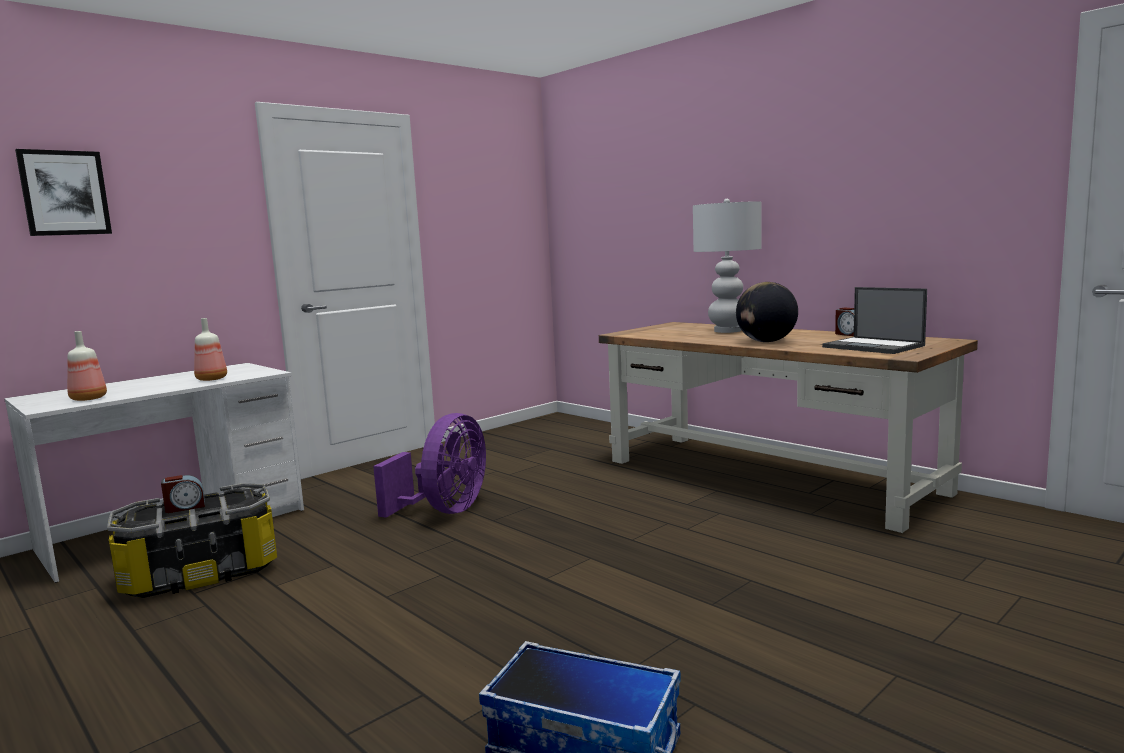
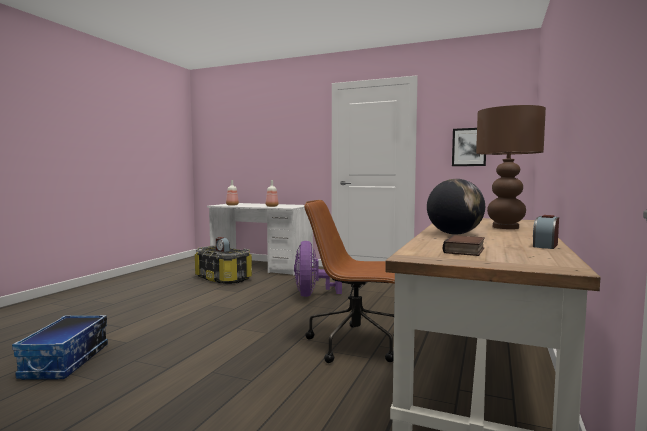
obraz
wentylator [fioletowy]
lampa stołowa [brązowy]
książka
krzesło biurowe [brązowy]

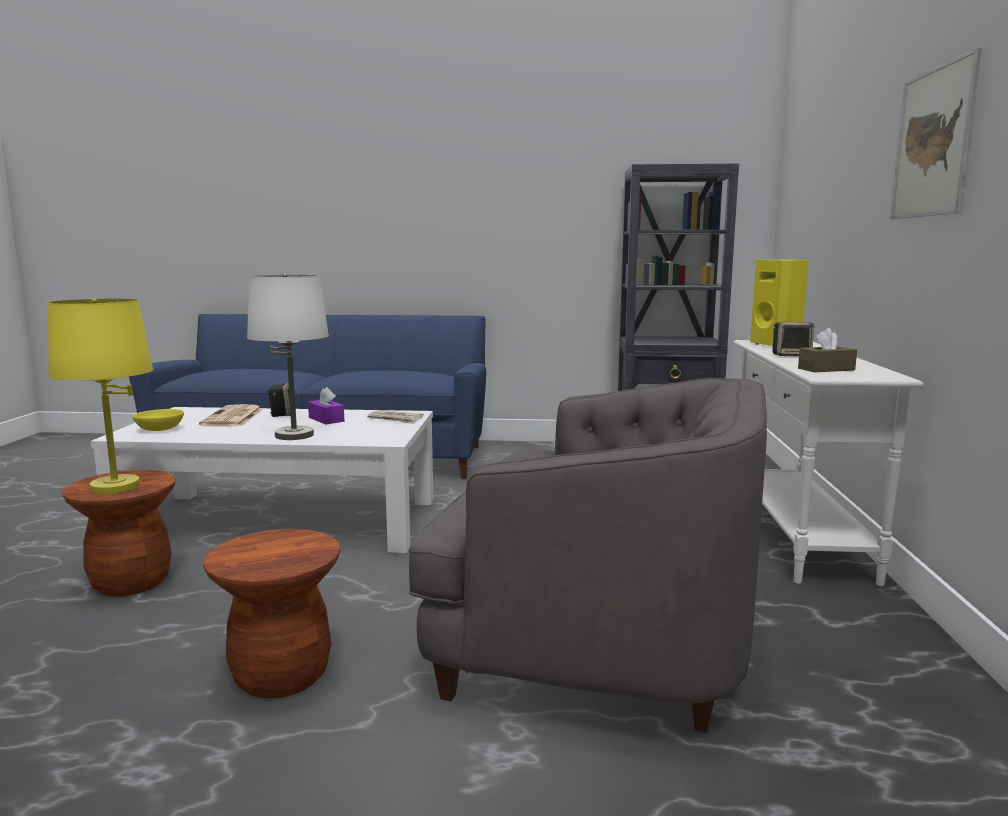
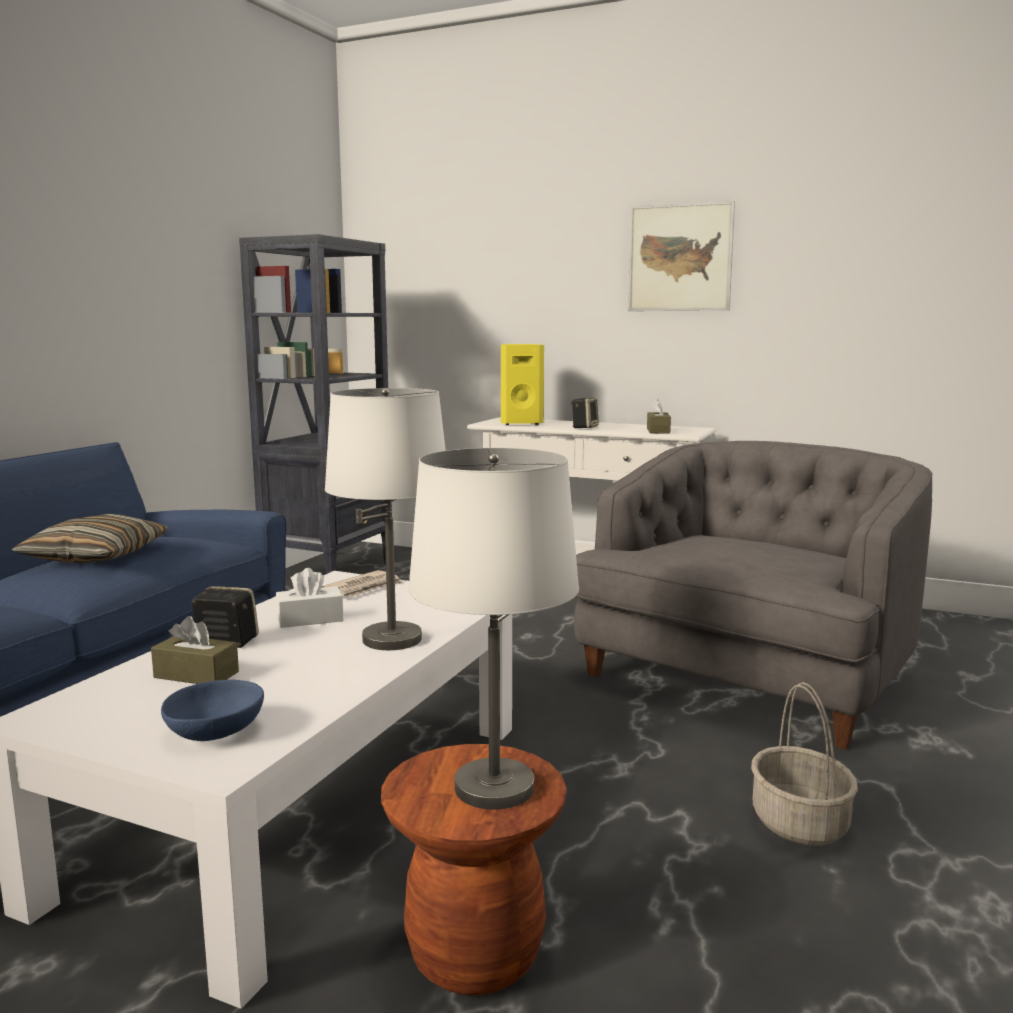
lampa stołowa [biały] (no. 2 from left)
miska [niebieski]
pudełko chusteczek [brązowy] (no. 1 from left)
koszyk
pudełko chusteczek [biały]
poduszka

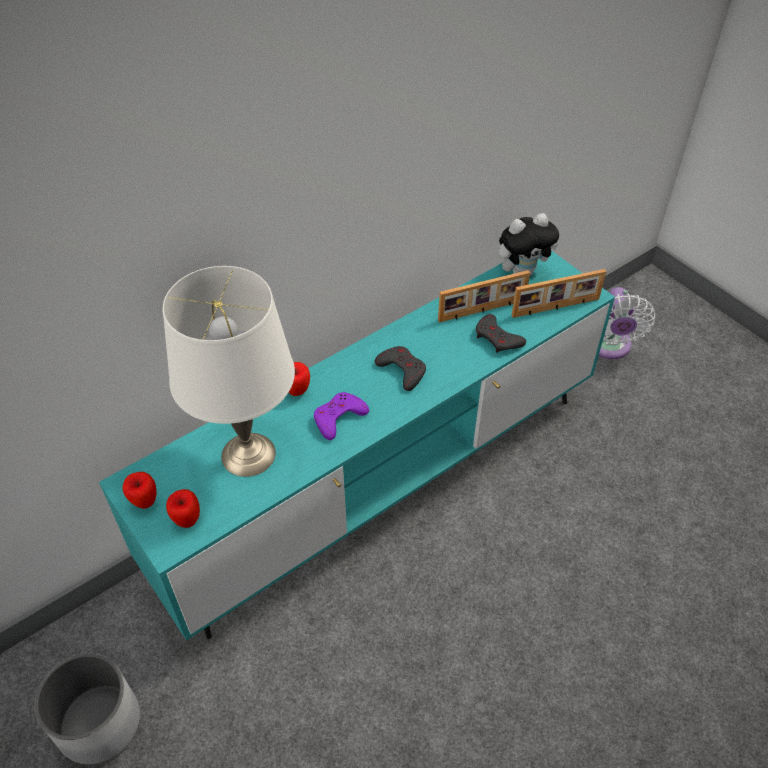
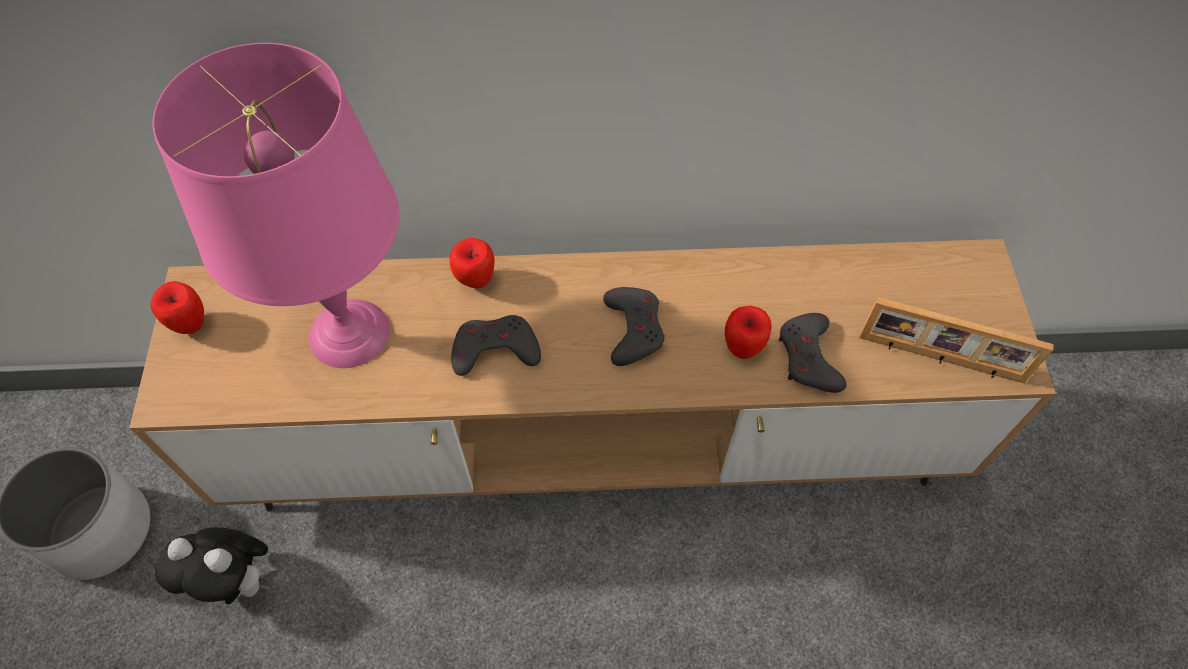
szafka pod telewizor [brązowy]
lampa stołowa [różowy]
jabłko (no. 3 from left)
pad do gier [szary] (no. 1 from left)
ramka na zdjęcie (no. 1 from left in the first image)
pluszak
wentylator [biały]

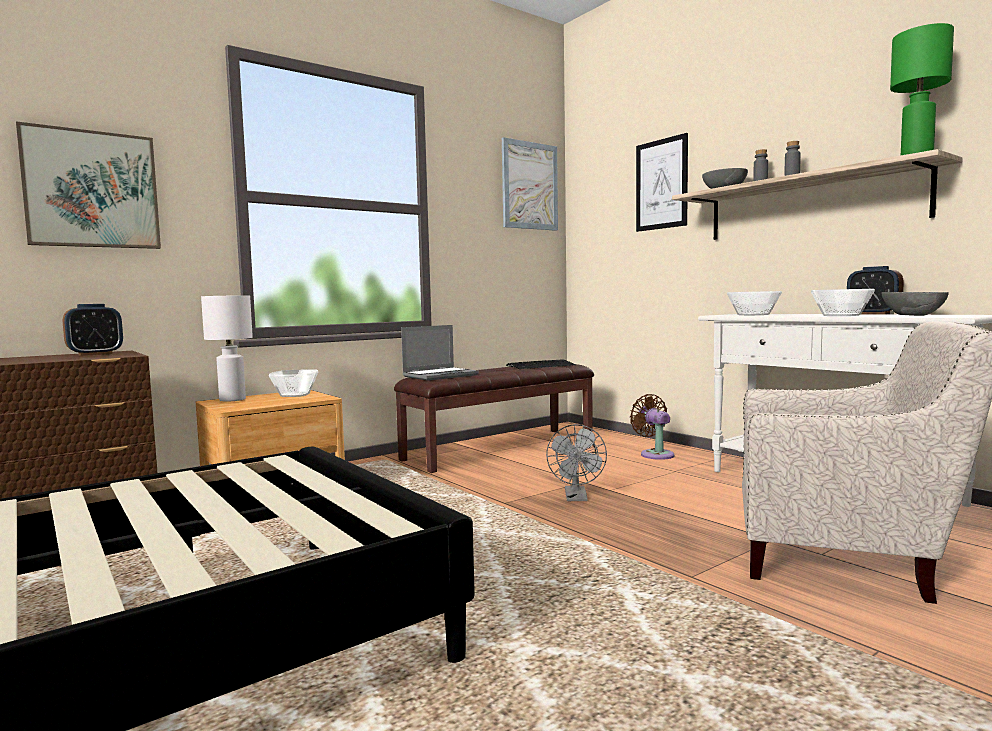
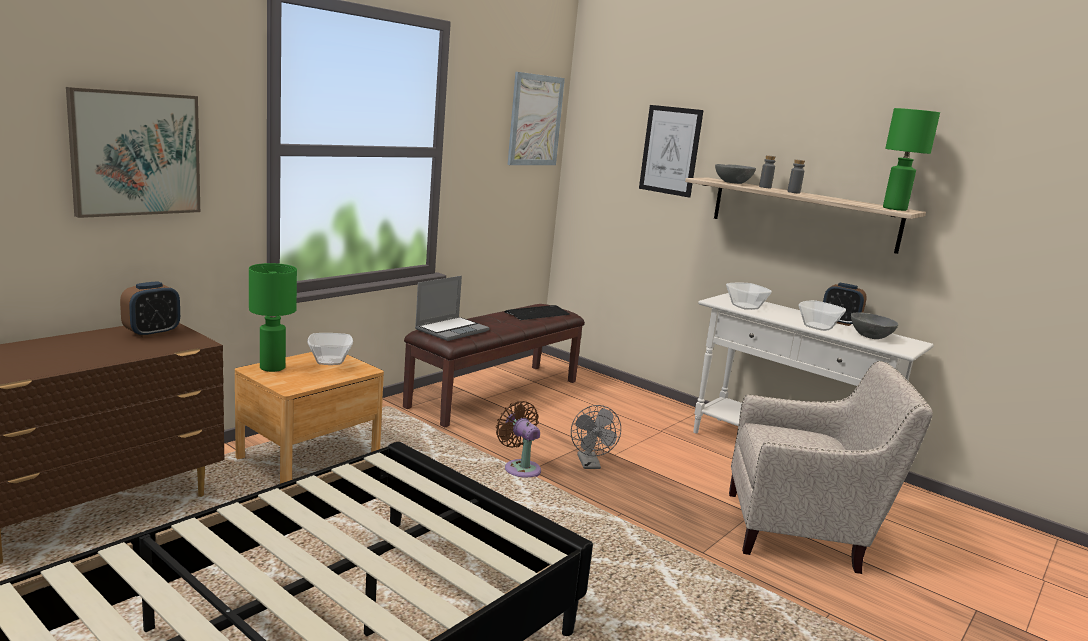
lampa stołowa [zielony] (no. 1 from left)
wentylator [brązowy]

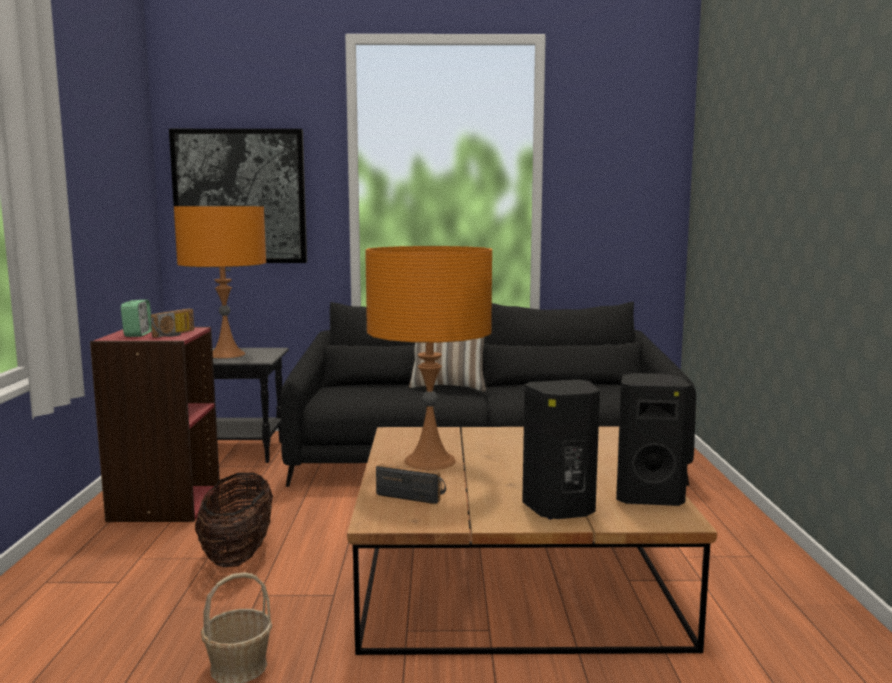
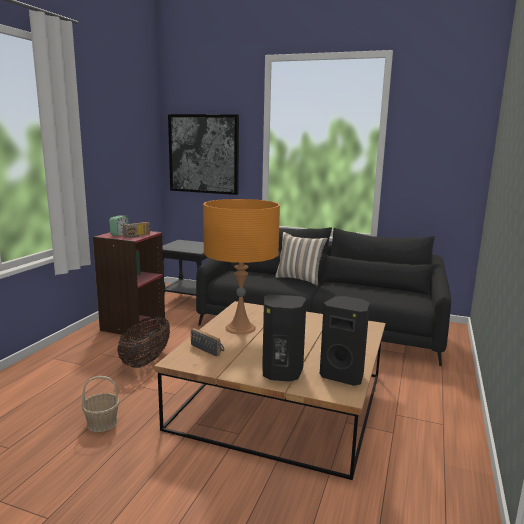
lampa stołowa [pomarańczowy] (no. 1 from left in the first image)

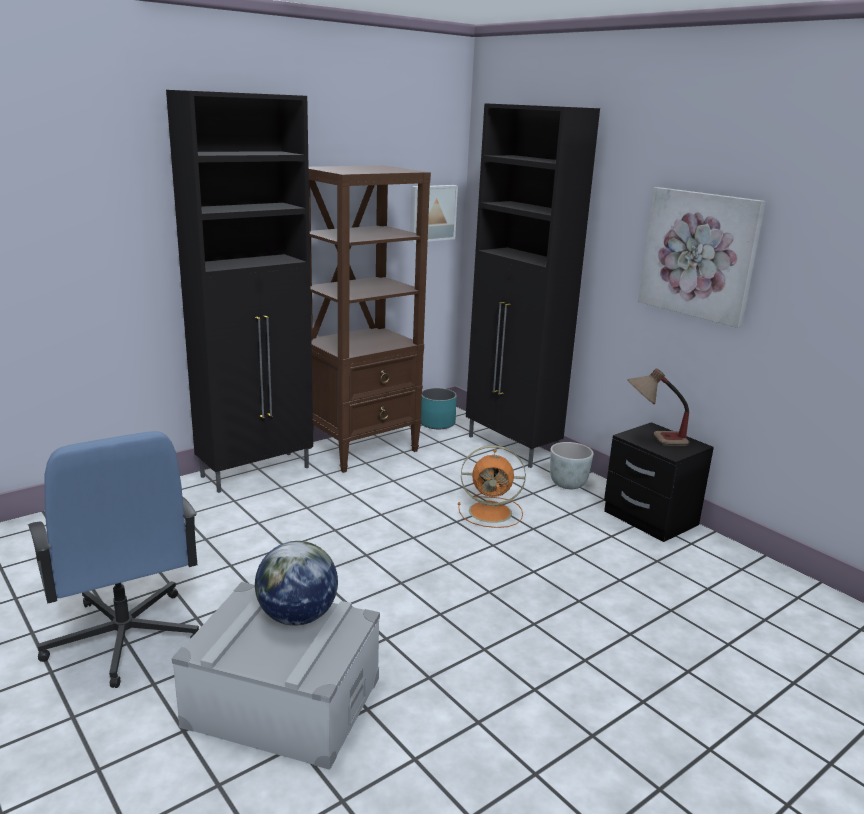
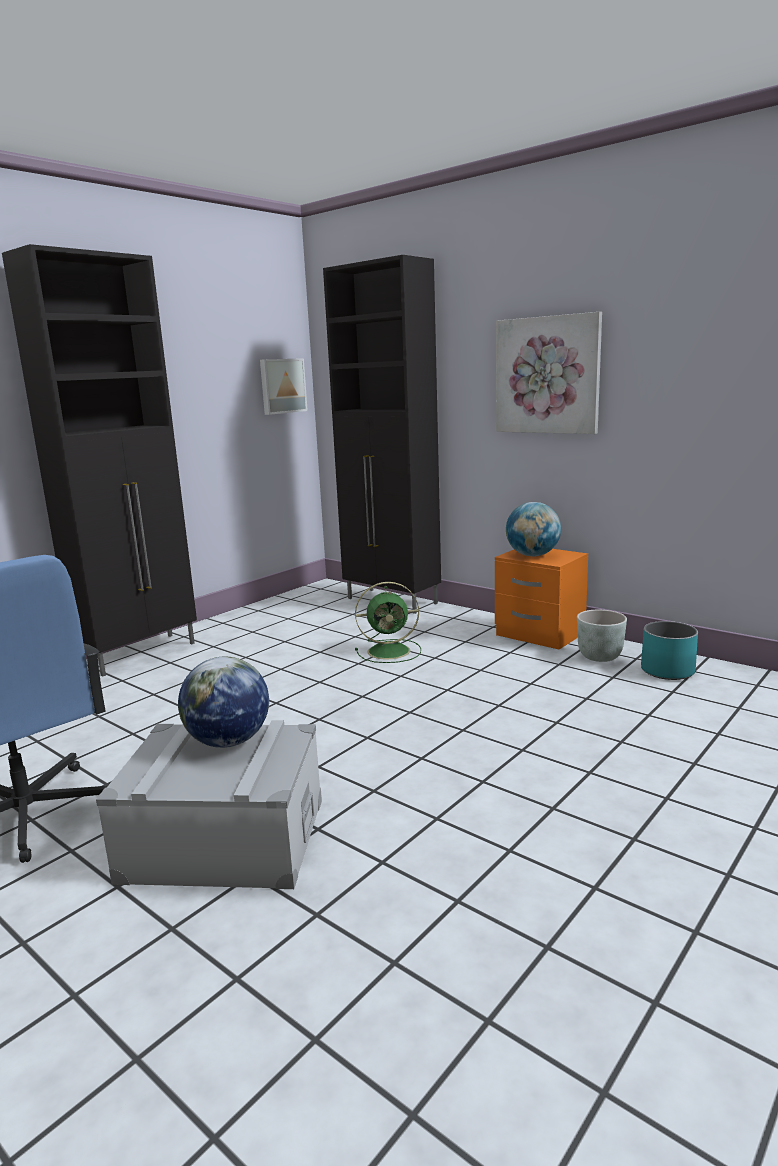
regał [brązowy]
donica [turkusowy]
wentylator [zielony]
donica [szary]
szafka nocna [pomarańczowy]
globus (no. 2 from left)

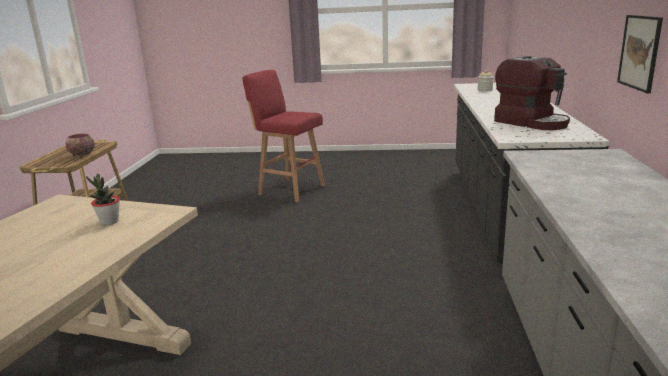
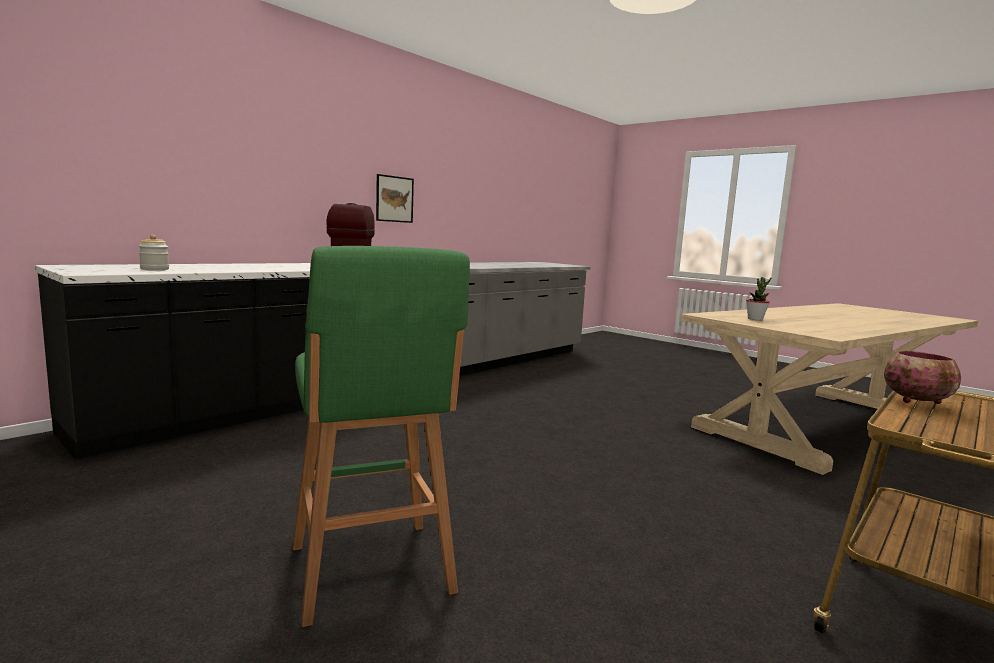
stołek [zielony]

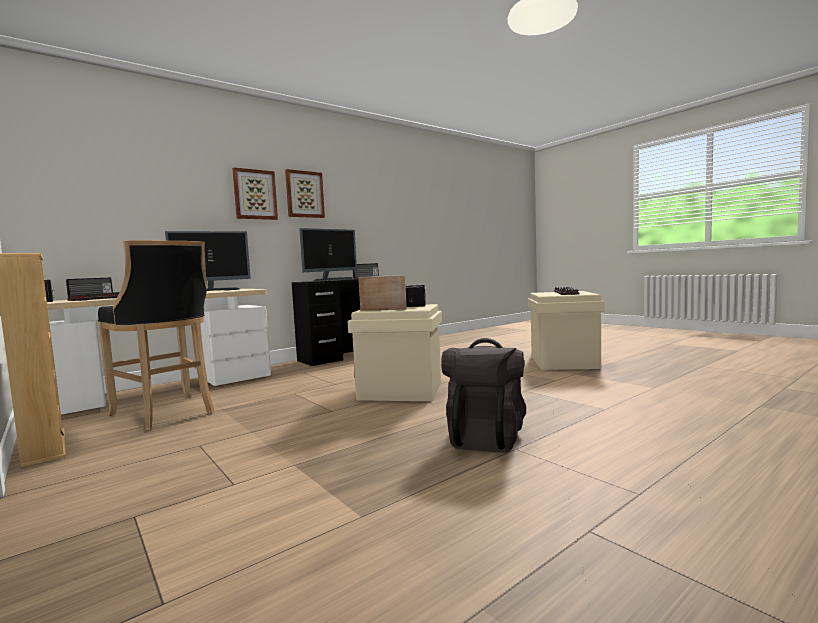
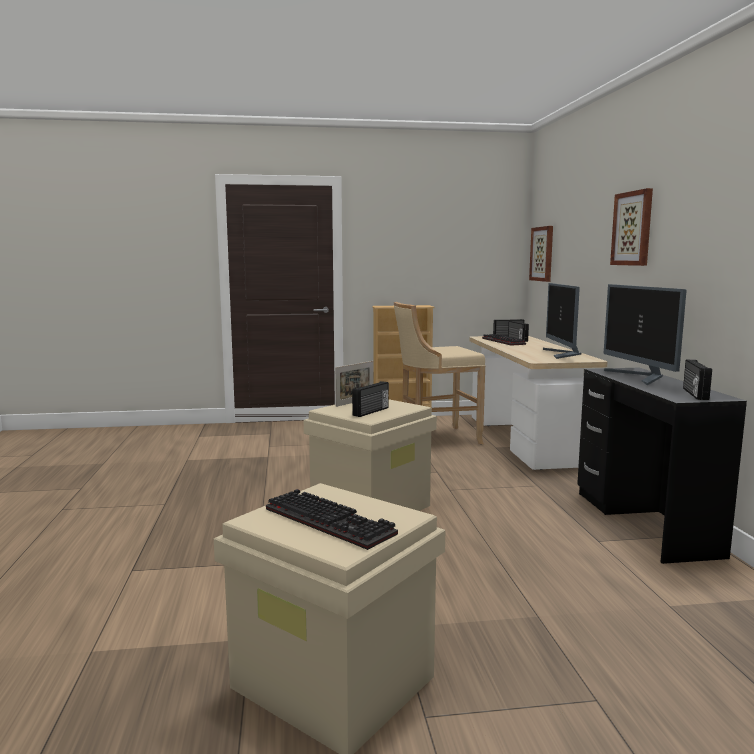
stołek [beżowy]
obraz (no. 1 from left)
plecak [czarny]

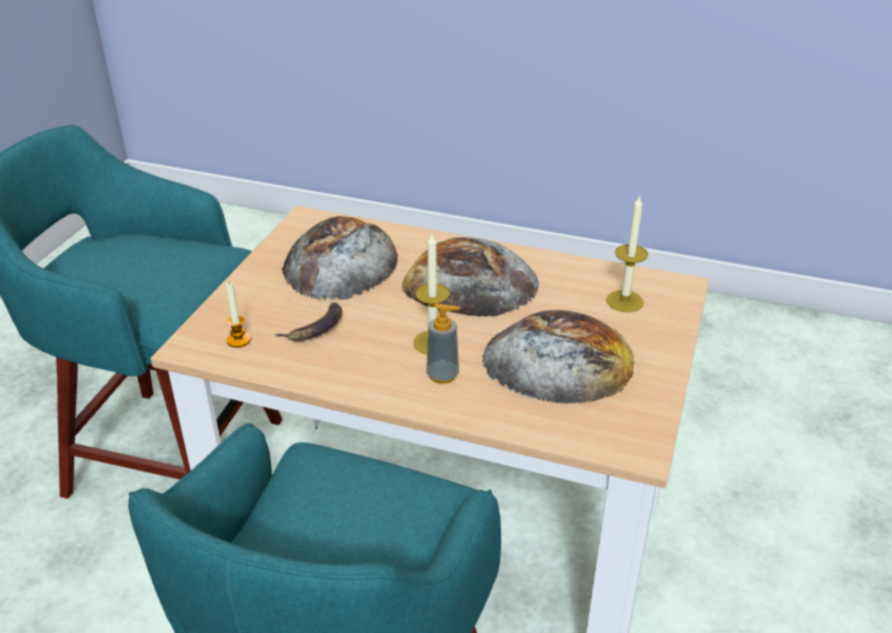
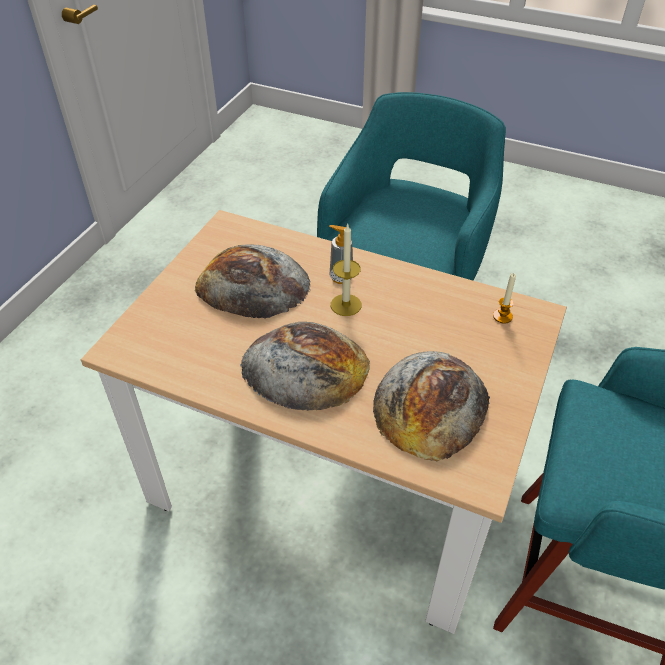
banan
świeca (no. 3 from left in the first image)

